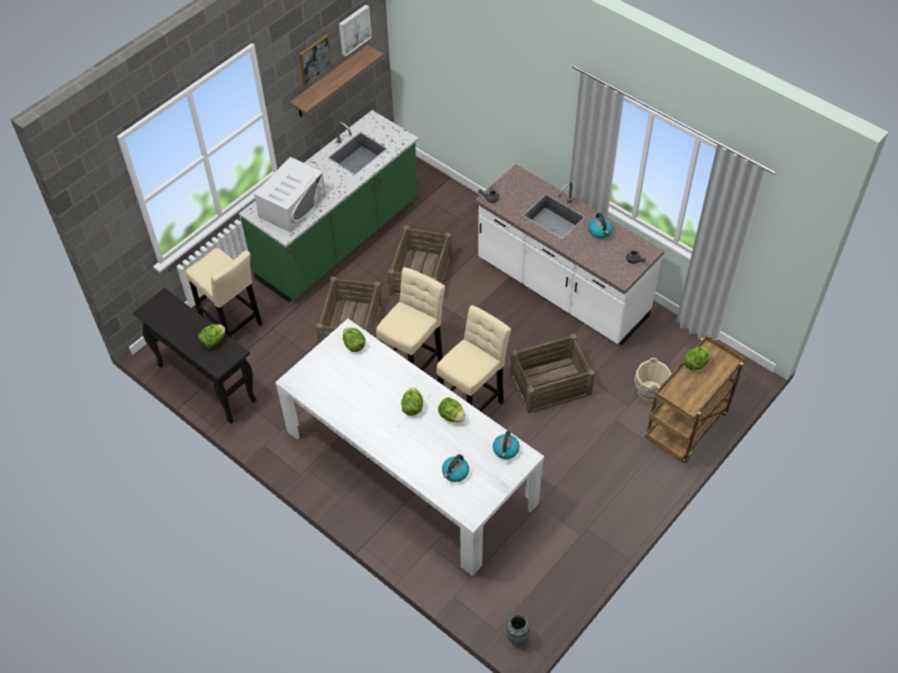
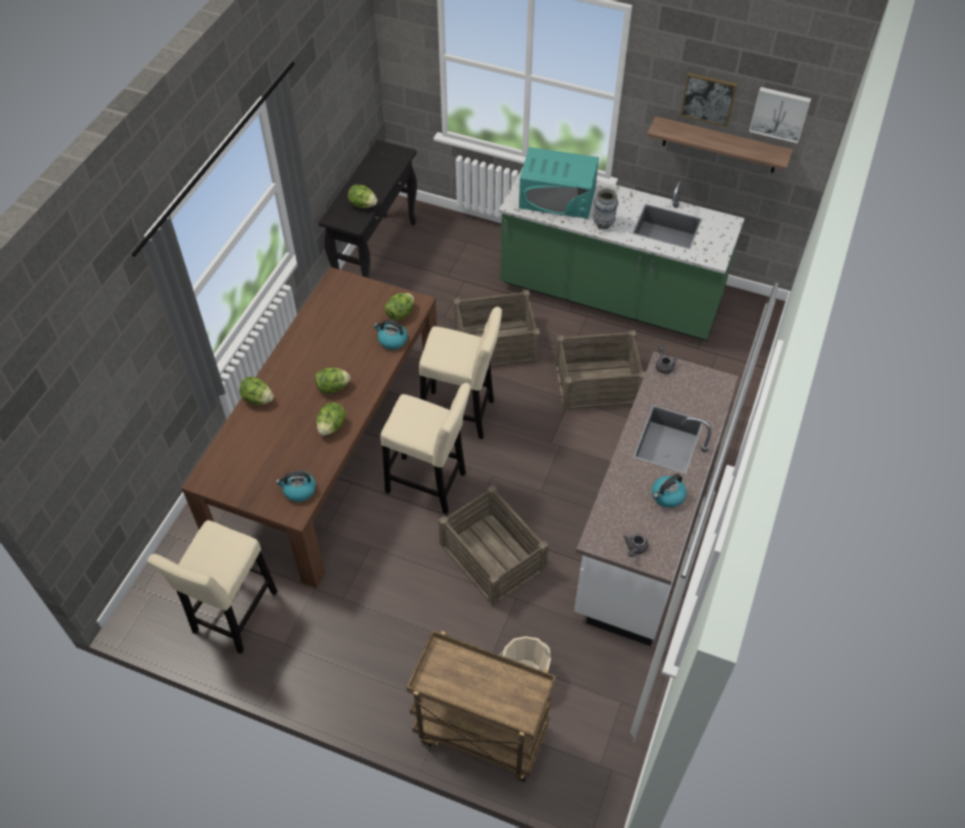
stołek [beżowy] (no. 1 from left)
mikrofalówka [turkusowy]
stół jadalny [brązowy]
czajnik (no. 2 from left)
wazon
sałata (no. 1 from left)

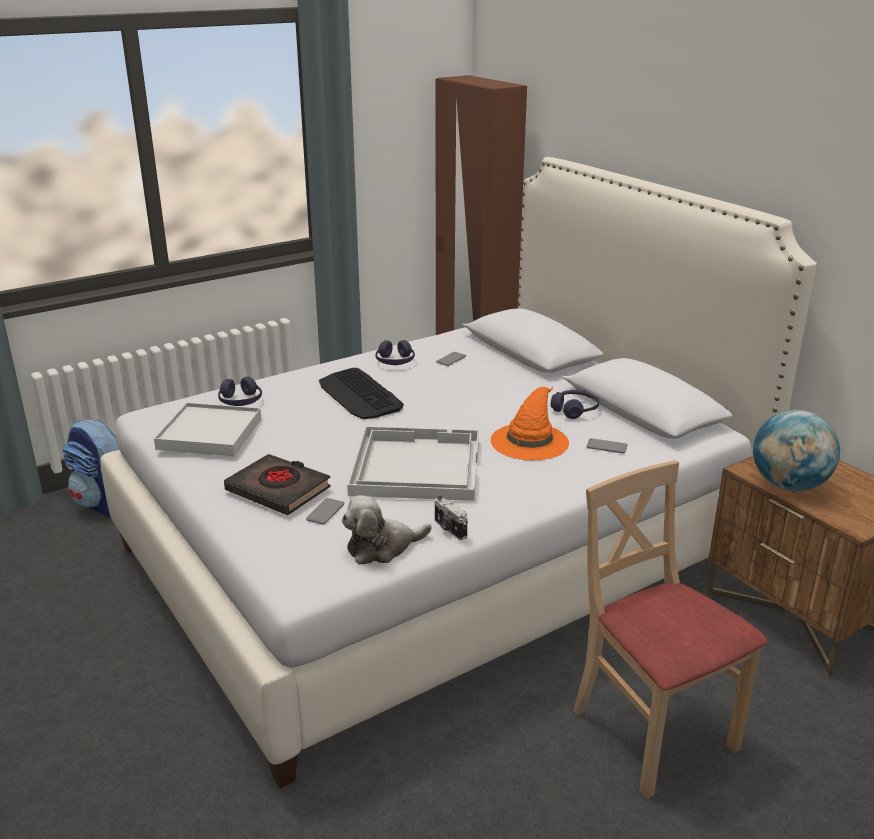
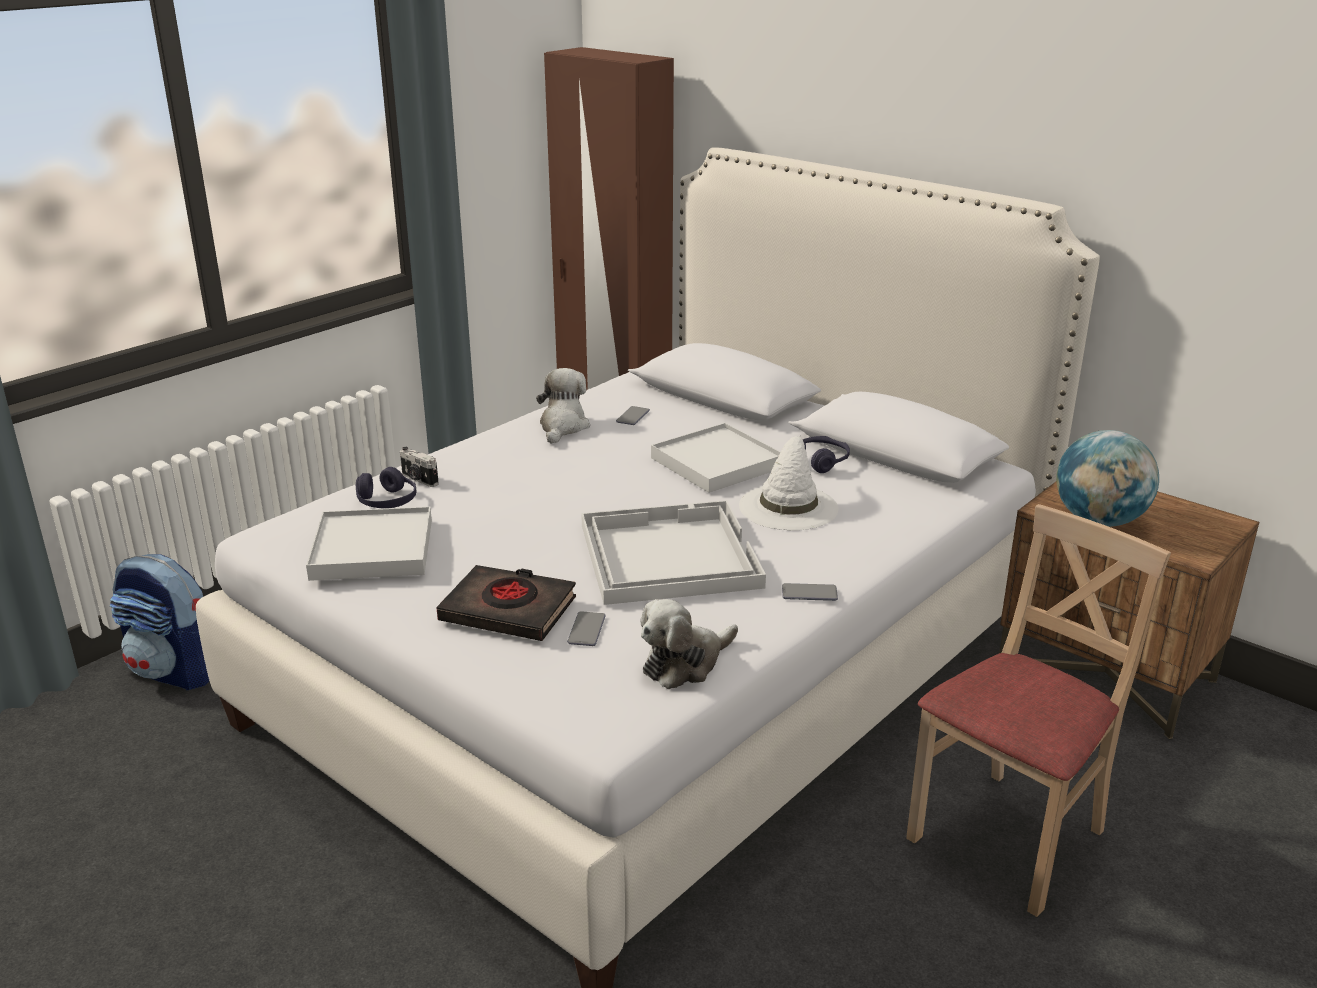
klawiatura
pluszak (no. 1 from left)
aparat fotograficzny
kapelusz [biały]
krzesło [beżowy]
telefon (no. 3 from left)
taca [biały] (no. 3 from left)

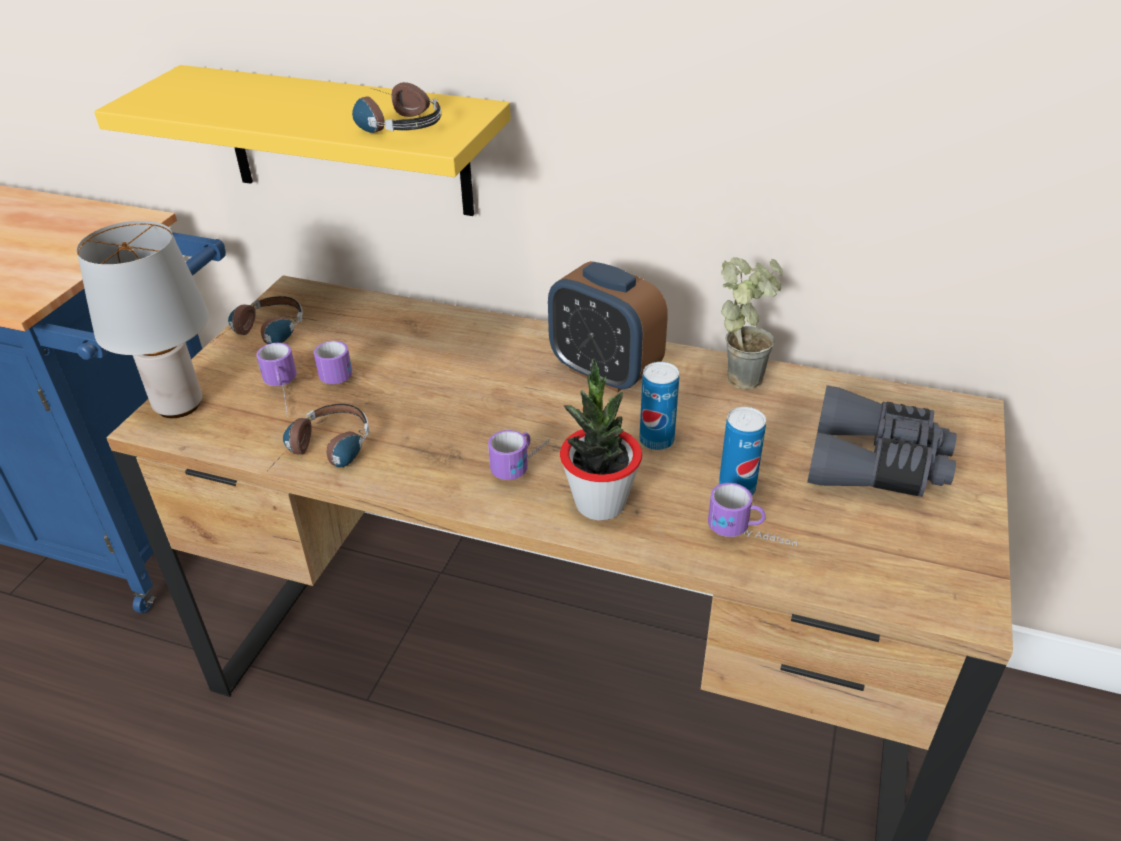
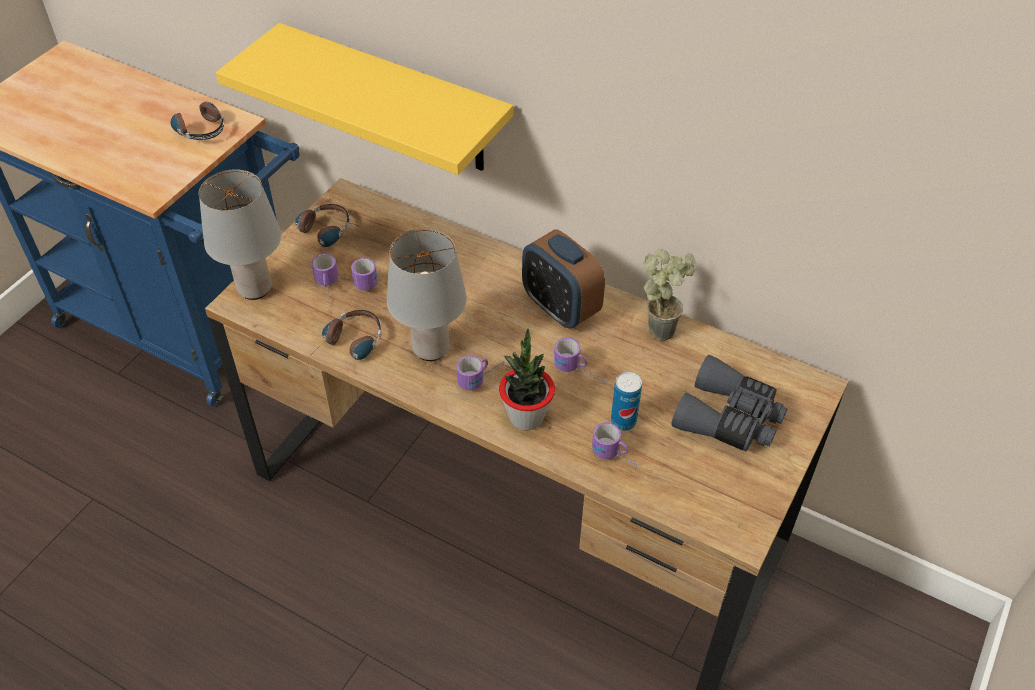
słuchawki (no. 1 from left)
kubek (no. 4 from left)
lampa stołowa [szary] (no. 2 from left)

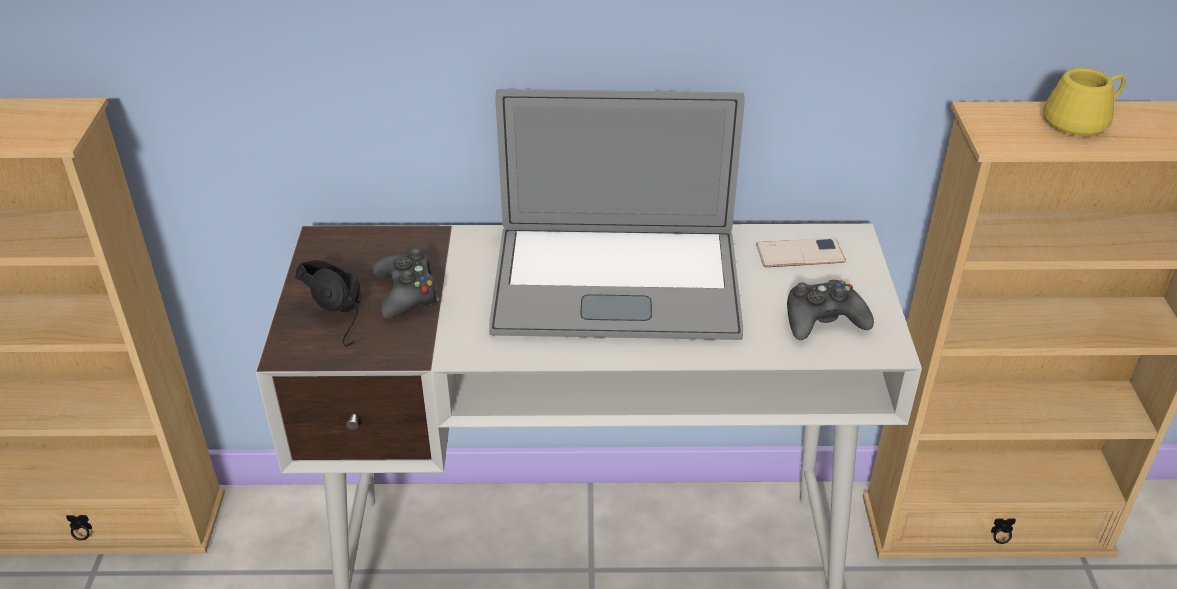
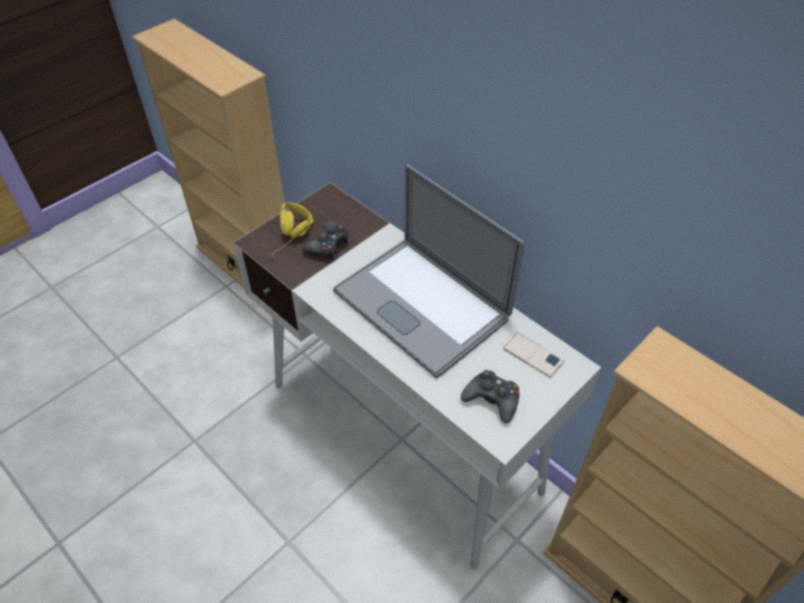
słuchawki [żółty]
kubek [żółty]

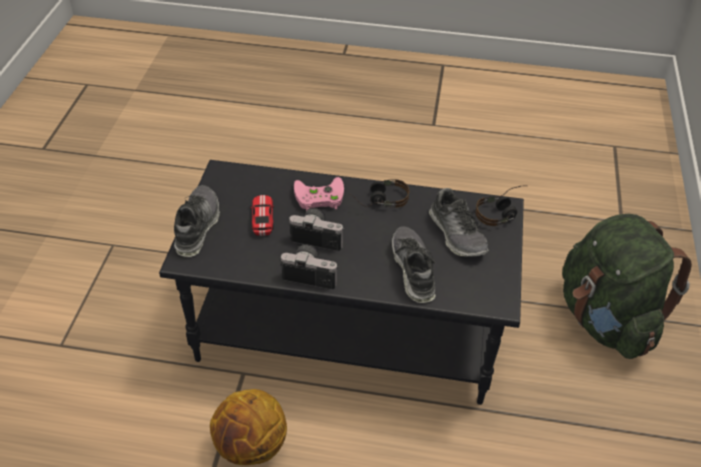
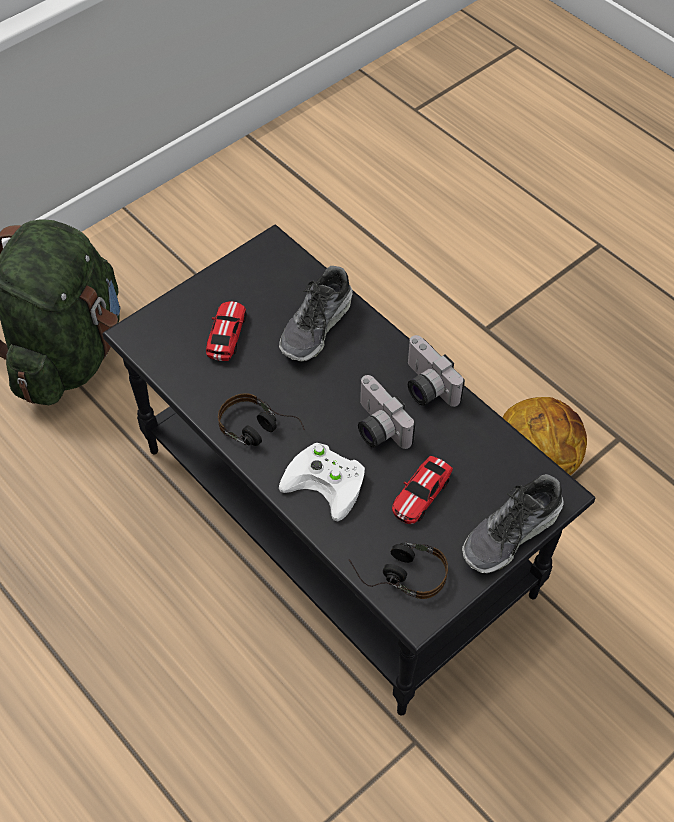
pad do gier [biały]
samochodzik (no. 1 from left)
słuchawki (no. 2 from left)

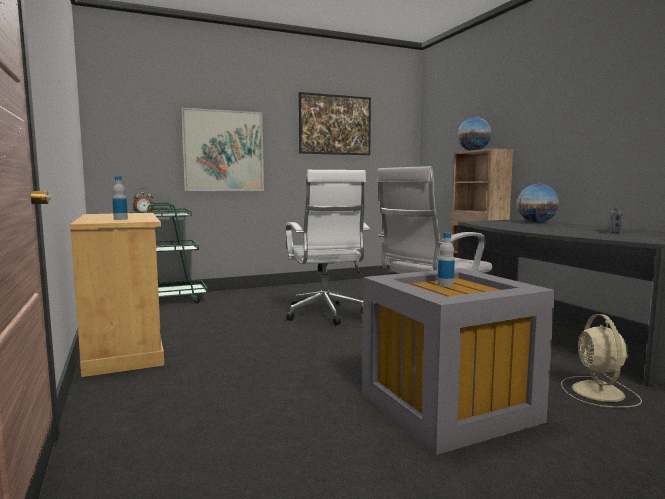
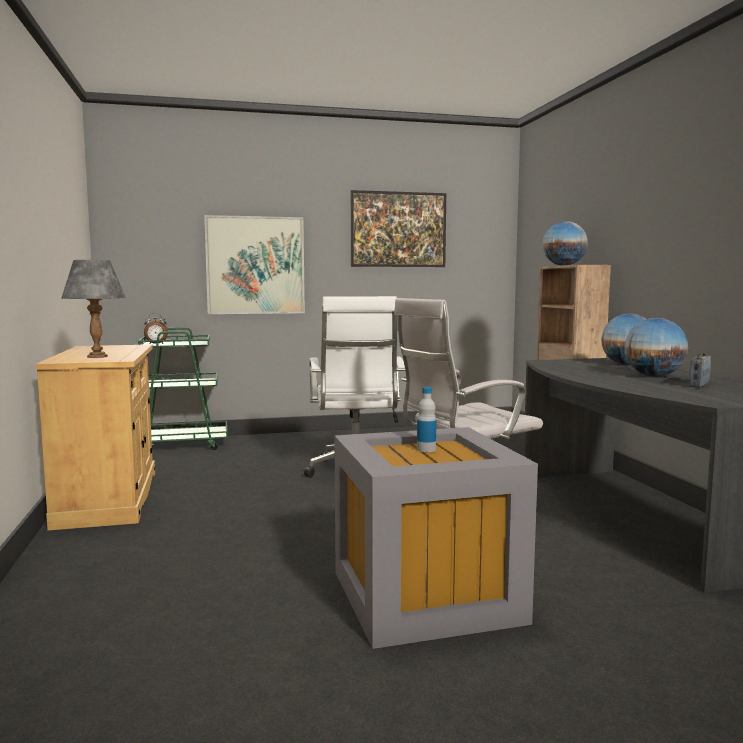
lampa stołowa [szary]
wentylator [beżowy]
globus (no. 3 from left)

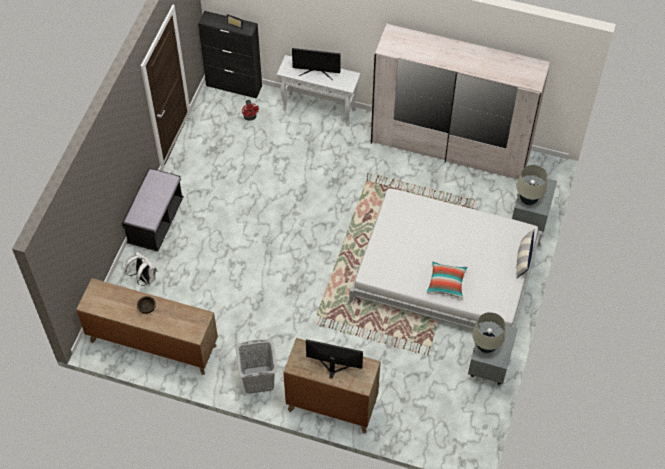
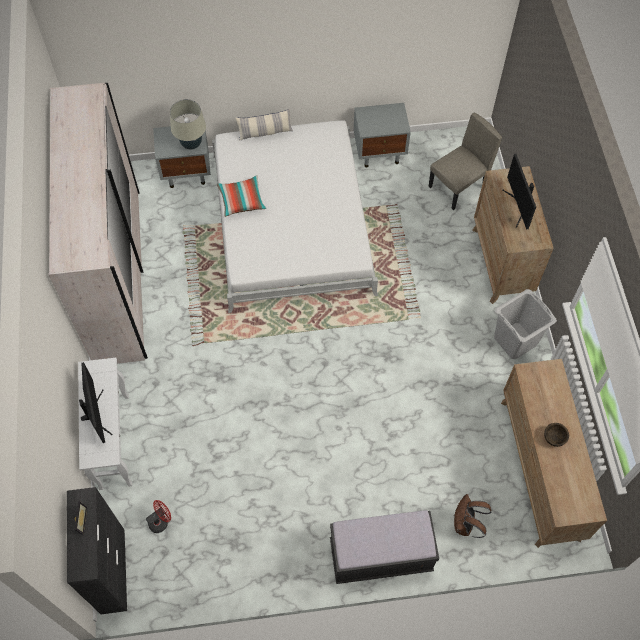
plecak [brązowy]
poduszka (no. 1 from left)
lampa stołowa [beżowy] (no. 1 from left in the first image)
krzesło [beżowy]

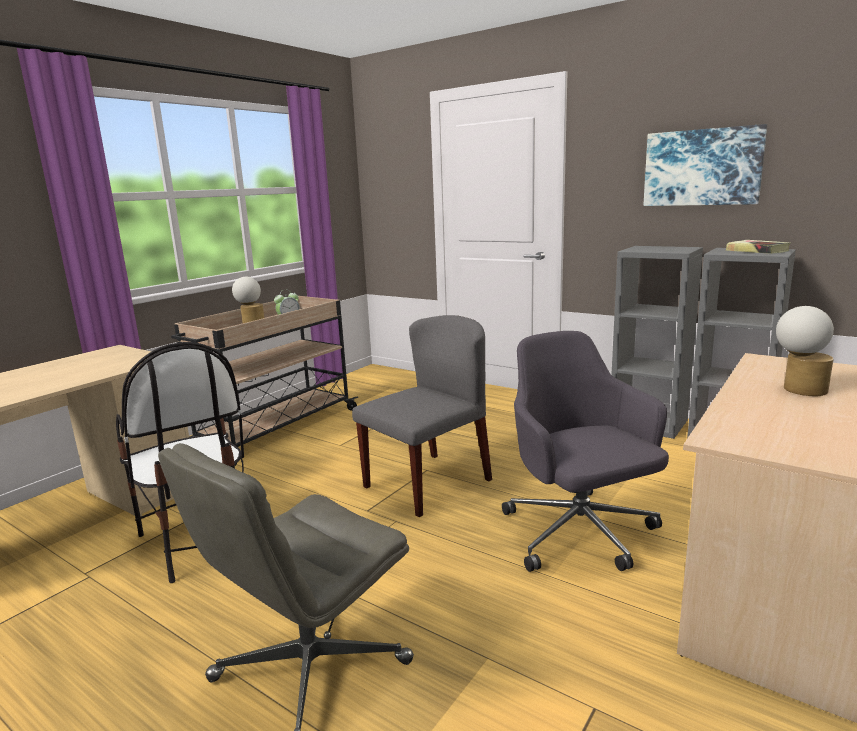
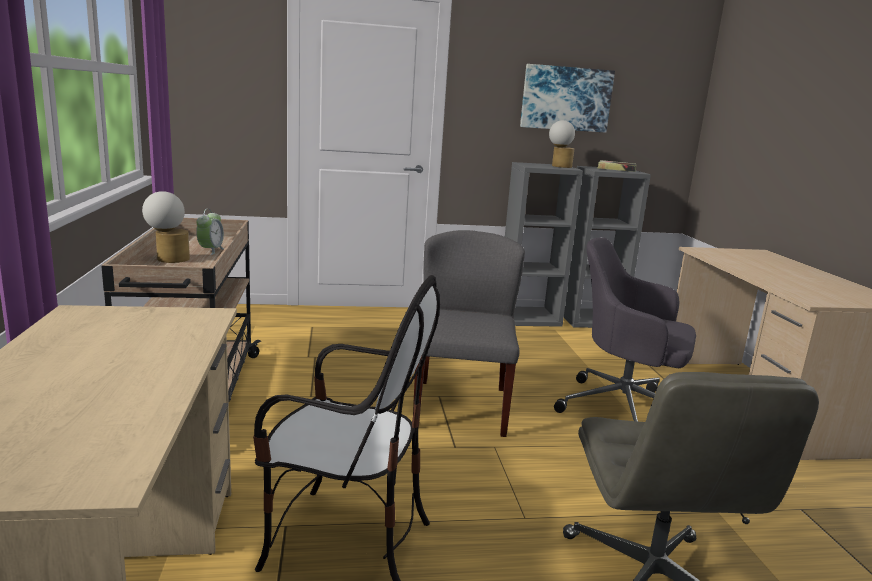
lampa stołowa (no. 2 from left)

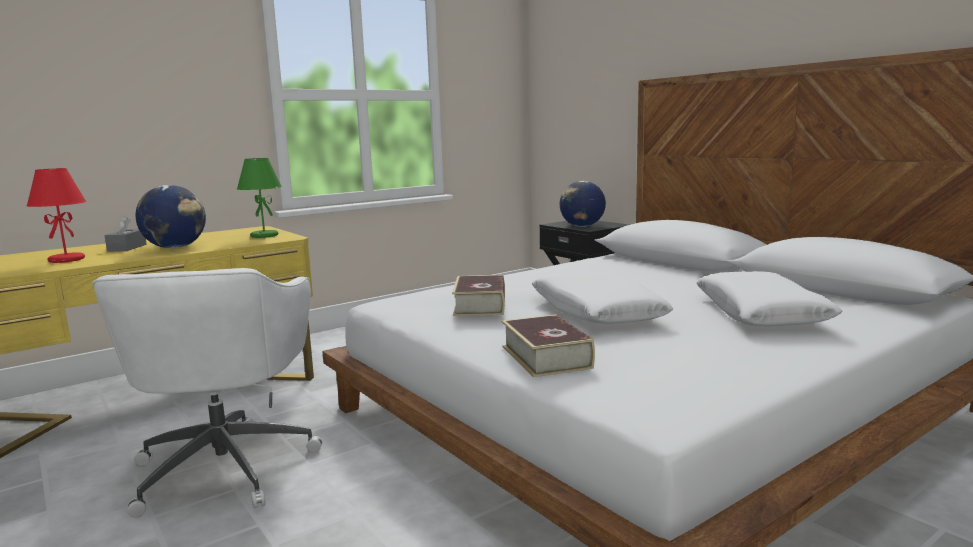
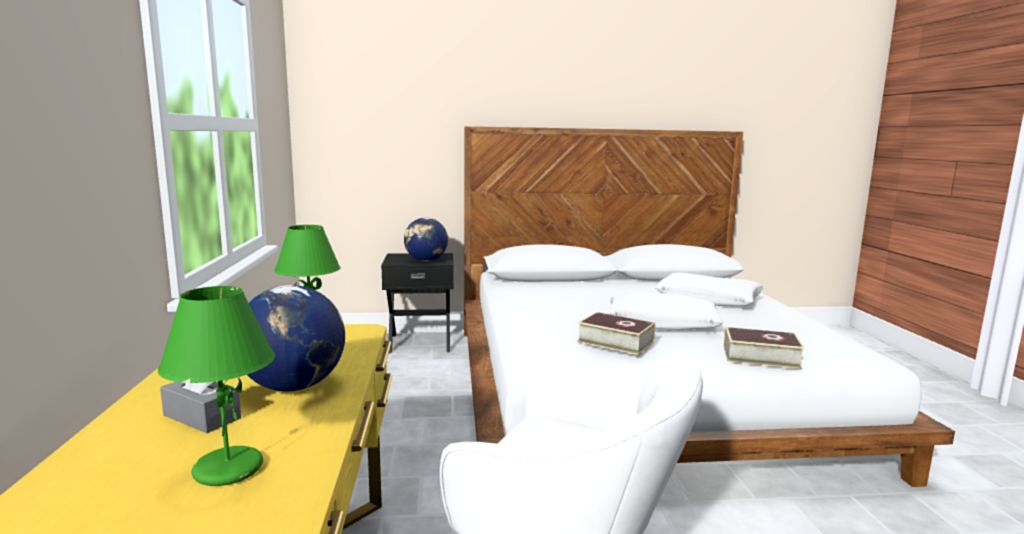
lampa stołowa [zielony] (no. 1 from left)

